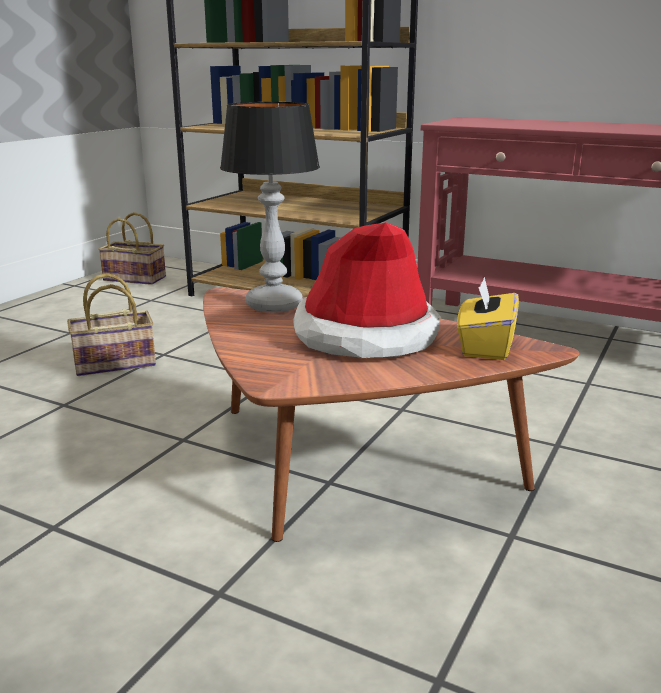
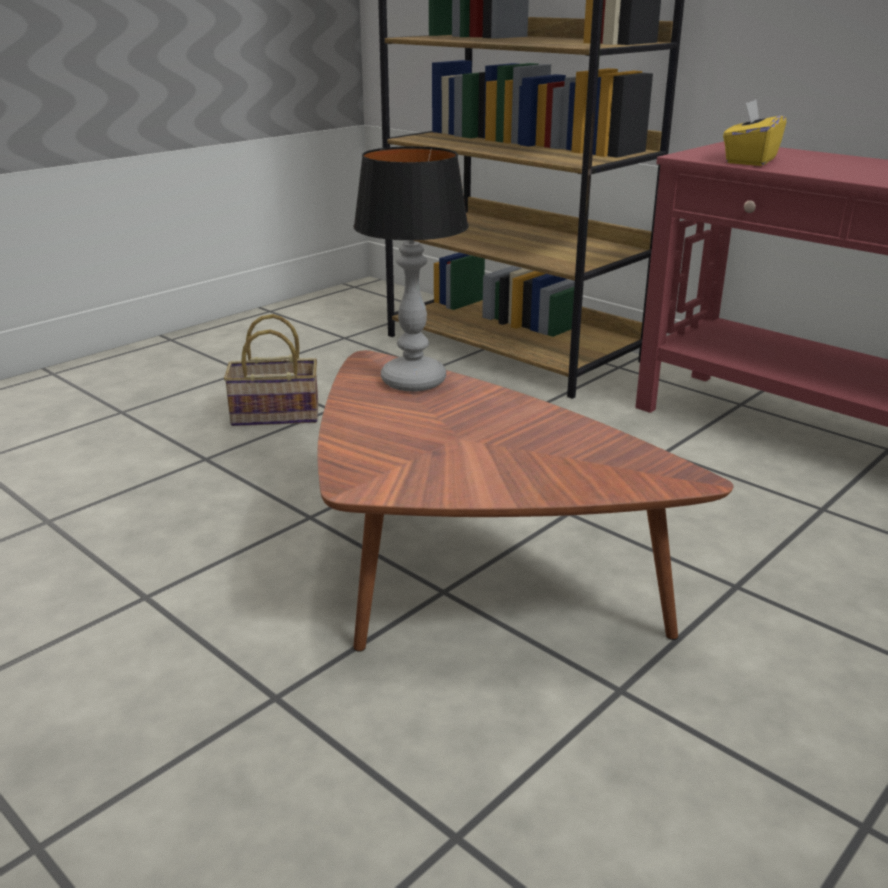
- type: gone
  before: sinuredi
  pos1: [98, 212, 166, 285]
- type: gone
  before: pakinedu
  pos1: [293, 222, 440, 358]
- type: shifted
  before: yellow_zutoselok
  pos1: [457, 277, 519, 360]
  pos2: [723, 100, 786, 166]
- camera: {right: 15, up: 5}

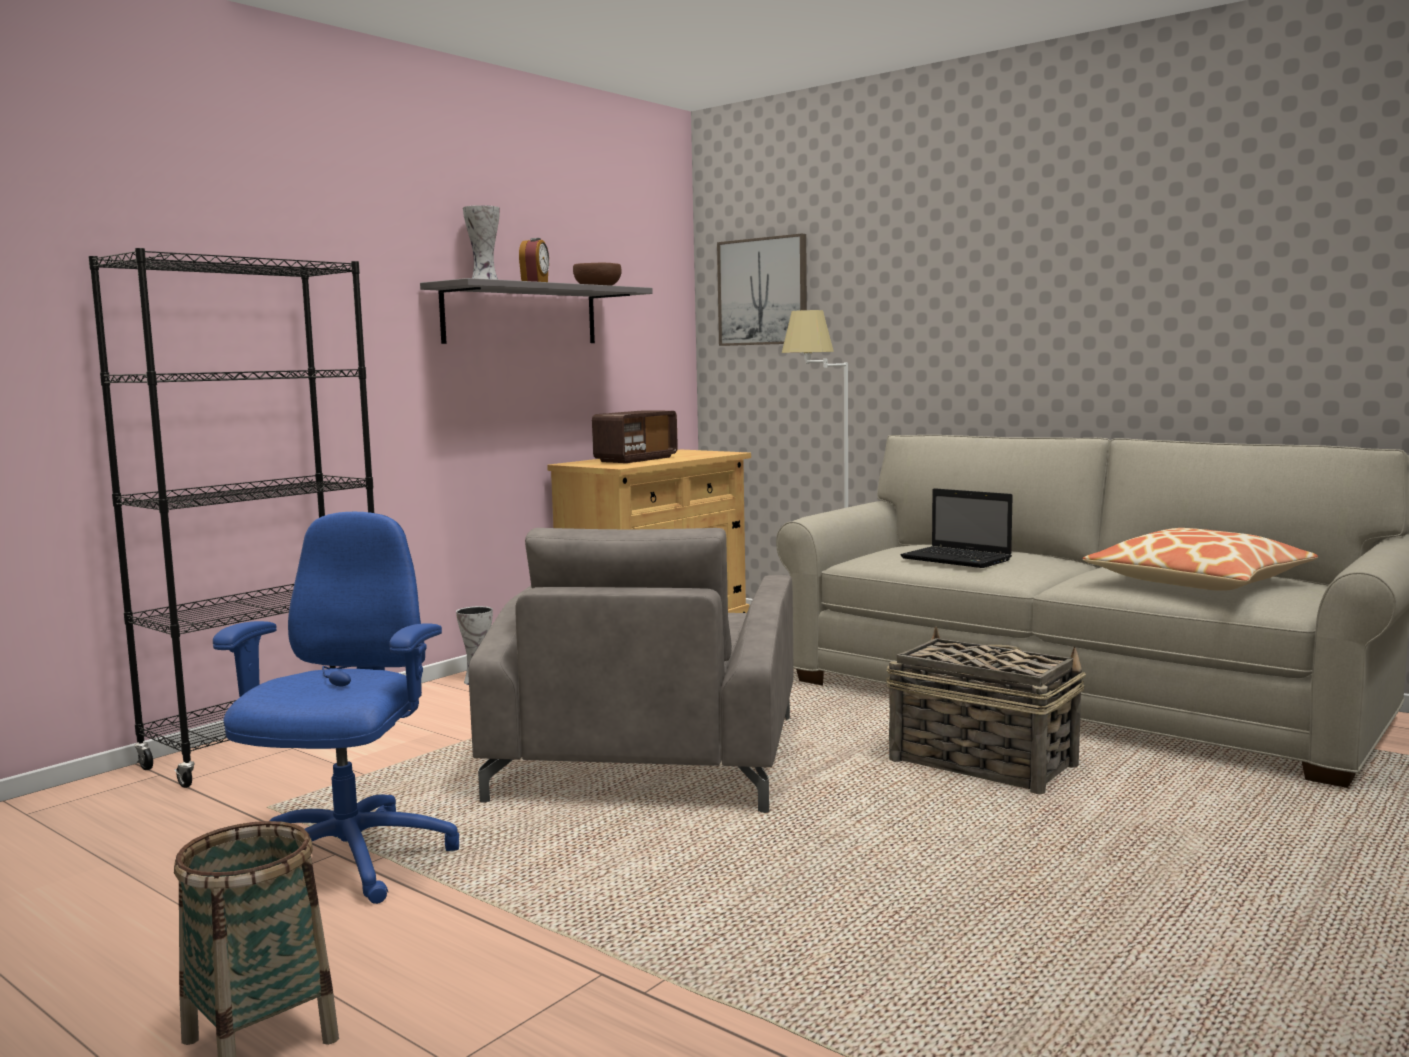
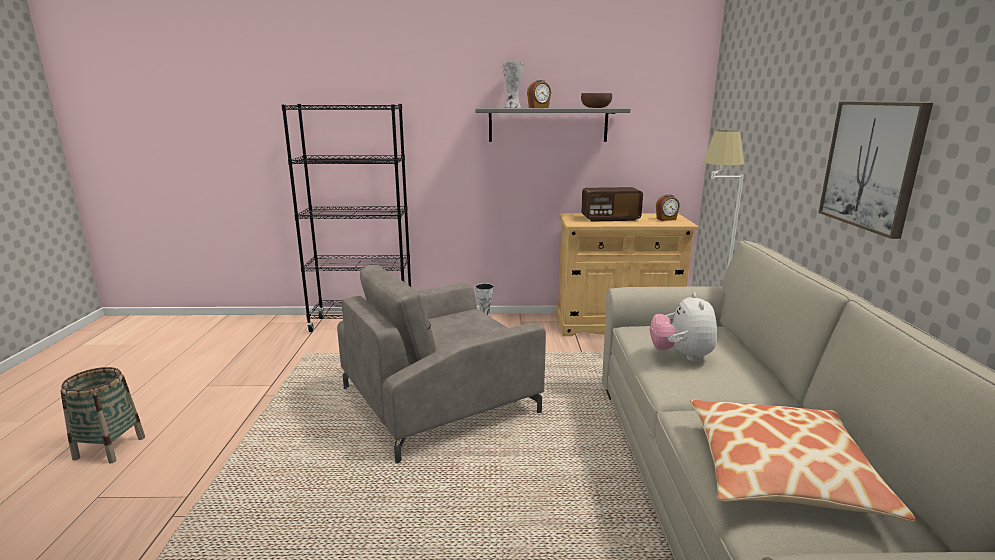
- type: gone
  before: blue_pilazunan
  pos1: [213, 512, 459, 904]
- type: gone
  before: sinuredi
  pos1: [886, 627, 1086, 794]
- type: new
  after: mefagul
  pos2: [656, 194, 680, 221]
- type: shifted
  before: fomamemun
  pos1: [717, 233, 807, 346]
  pos2: [818, 102, 933, 239]
- type: swapped
  before: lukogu
  after: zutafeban
  pos1: [900, 488, 1013, 568]
  pos2: [650, 293, 717, 362]
- camera: {right: 50, up: 10}

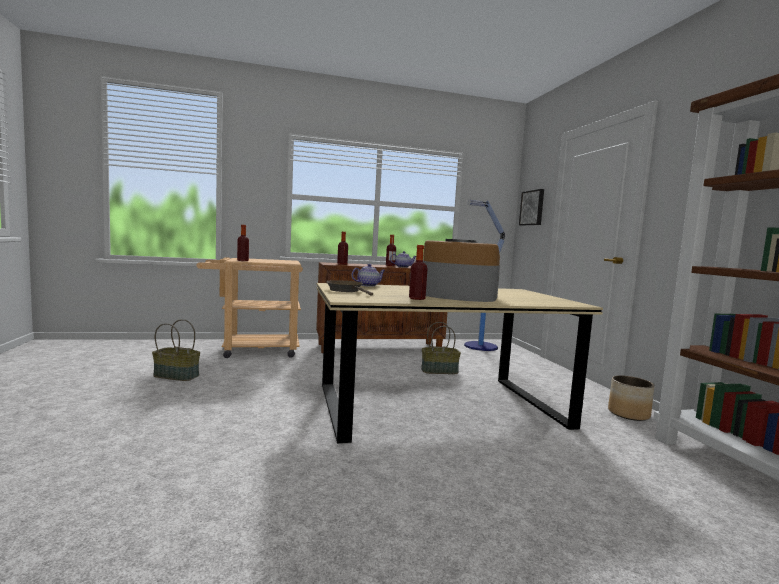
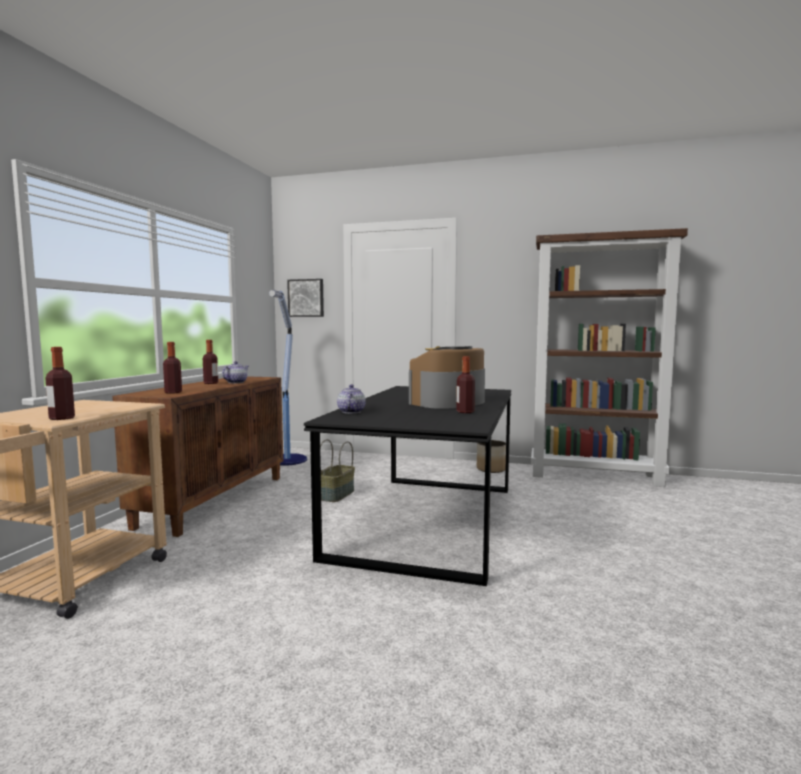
- type: gone
  before: sinuredi
  pos1: [152, 319, 200, 381]
- type: gone
  before: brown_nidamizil
  pos1: [326, 280, 373, 296]
- type: repainted
  before: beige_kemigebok
  after: black_kemigebok
  pos1: [316, 283, 603, 443]
  pos2: [304, 386, 511, 586]
- camera: {right: -60, up: 0}

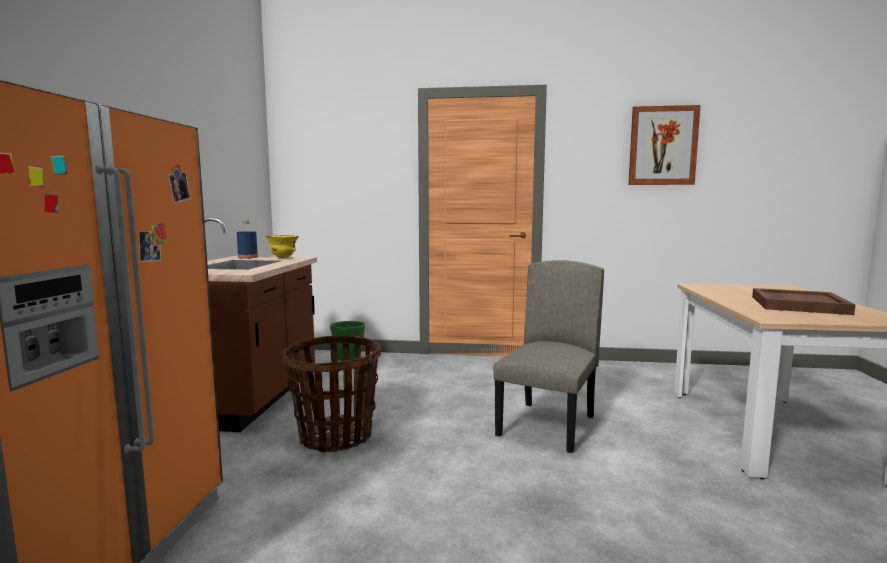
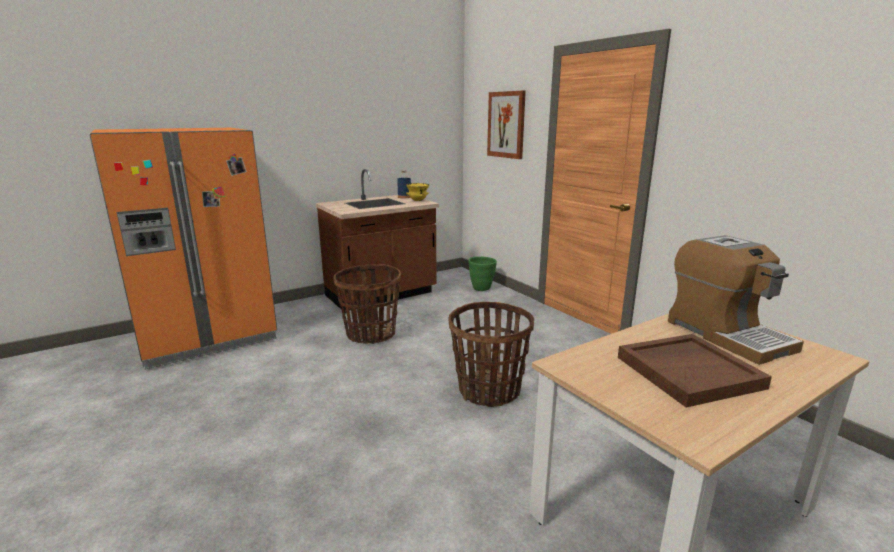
- type: new
  after: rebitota
  pos2: [668, 235, 804, 365]
- type: shifted
  before: fomamemun
  pos1: [628, 105, 701, 185]
  pos2: [487, 91, 526, 159]
- type: swapped
  before: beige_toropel
  after: sinuredi
  pos1: [493, 260, 604, 453]
  pos2: [449, 302, 534, 407]
- camera: {right: 50, up: 10}

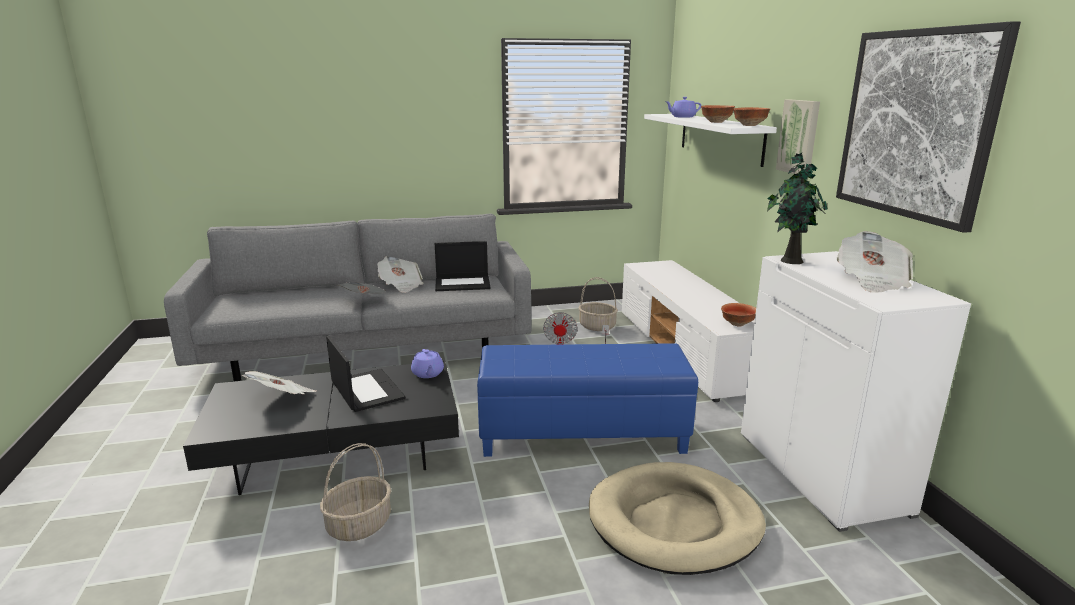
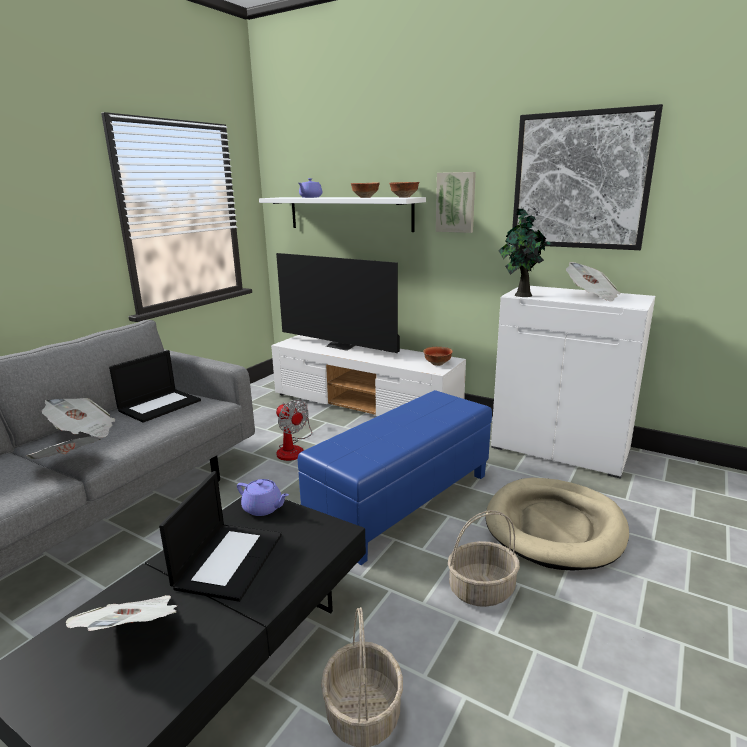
- type: new
  after: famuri
  pos2: [276, 253, 400, 353]
- type: shifted
  before: sinuredi
  pos1: [578, 277, 618, 331]
  pos2: [448, 510, 520, 607]
- type: rotated
  before: lukogu
  pos1: [326, 335, 406, 412]
  pos2: [159, 471, 282, 602]
  turn: 90
- camera: {right: -45, up: 0}

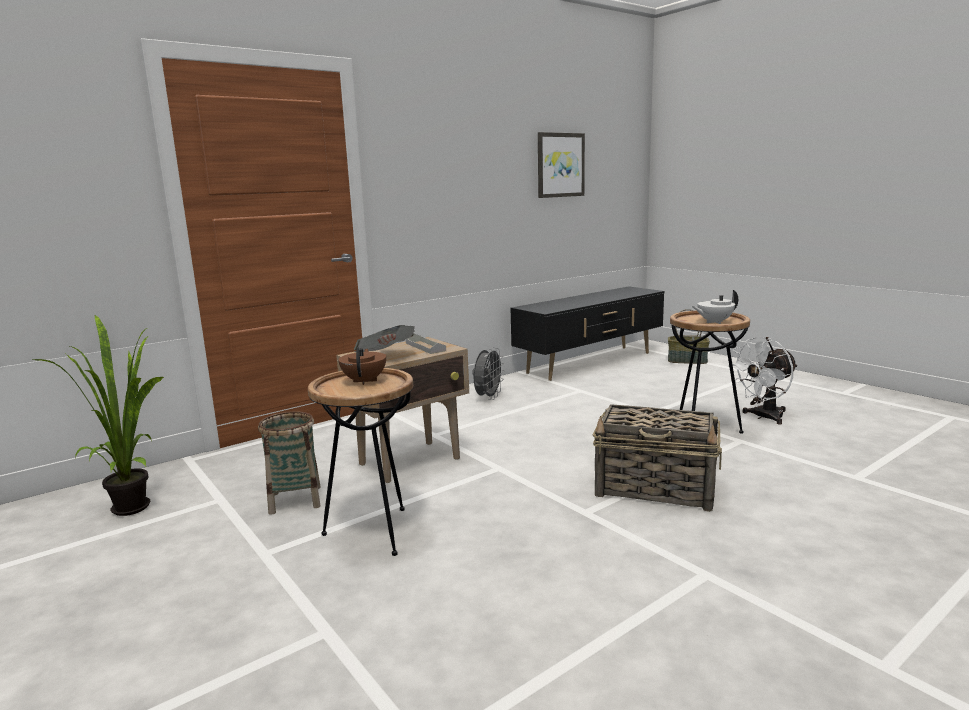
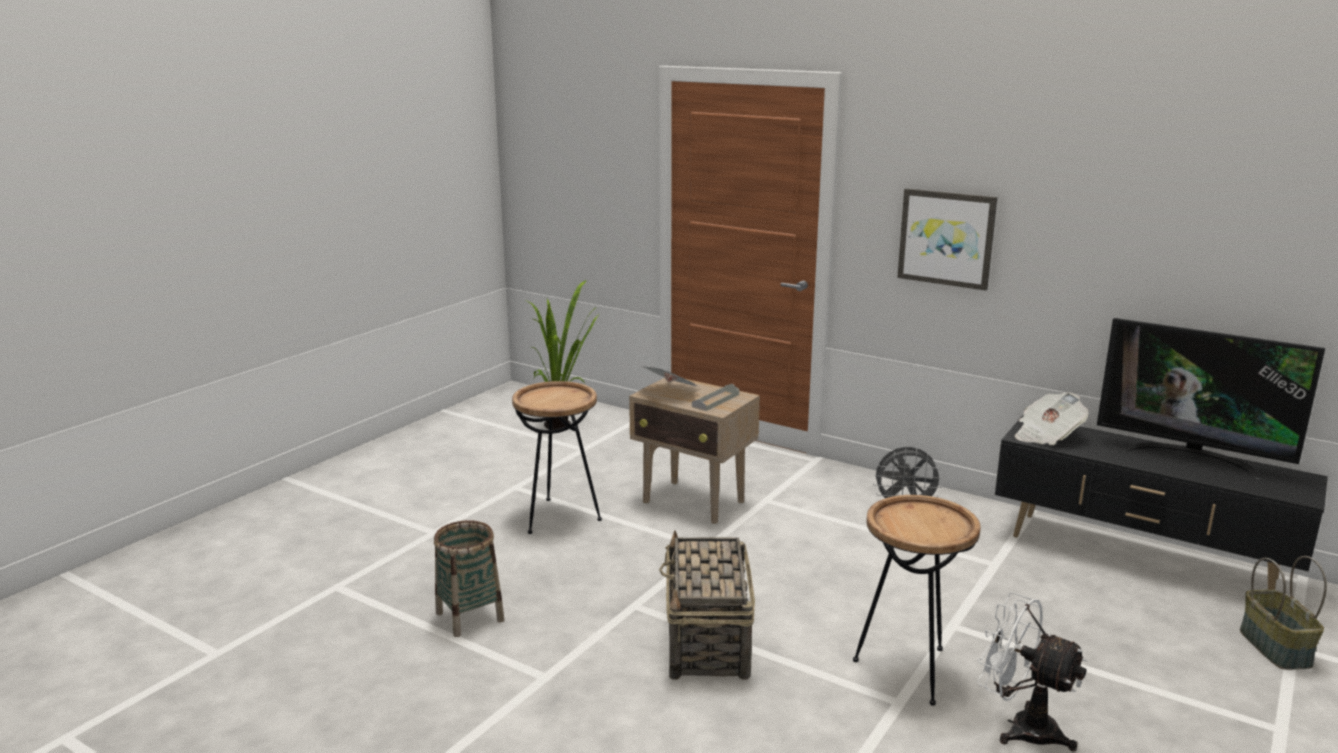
- type: gone
  before: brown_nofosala
  pos1: [338, 347, 386, 385]
- type: gone
  before: white_nofosala
  pos1: [692, 290, 738, 324]
- type: new
  after: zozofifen
  pos2: [1015, 392, 1089, 445]
- type: new
  after: famuri
  pos2: [1097, 318, 1325, 479]
- type: shifted
  before: sinuredi
  pos1: [258, 411, 321, 515]
  pos2: [434, 520, 504, 637]
- type: shifted
  before: fomamemun
  pos1: [538, 132, 585, 198]
  pos2: [897, 188, 997, 290]
- camera: {right: 70, up: 5}

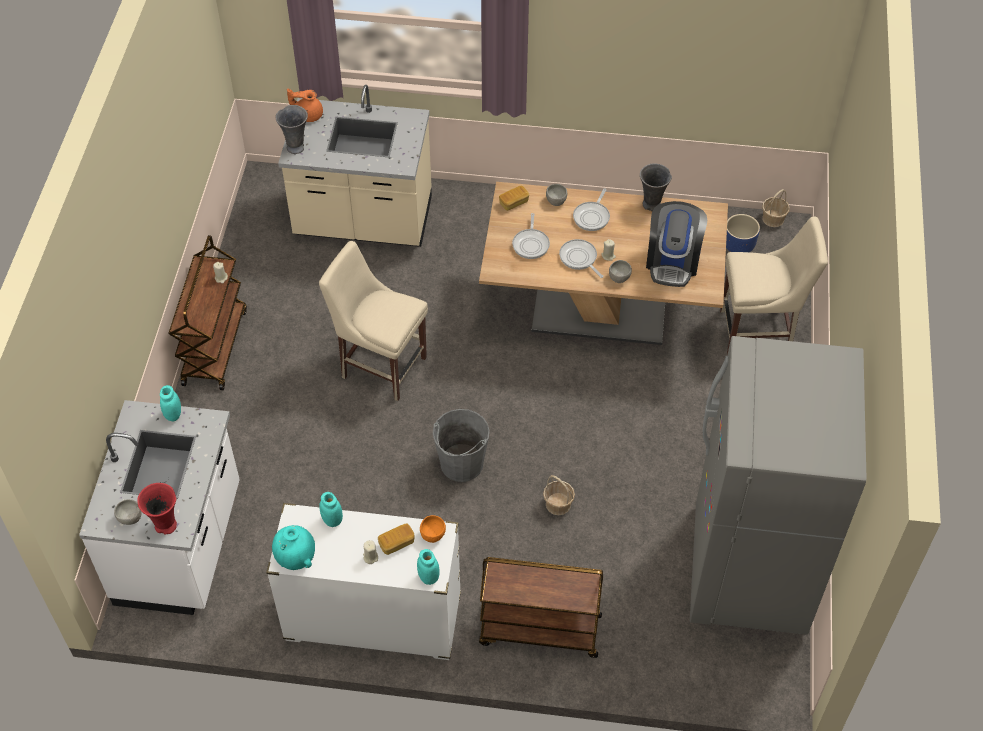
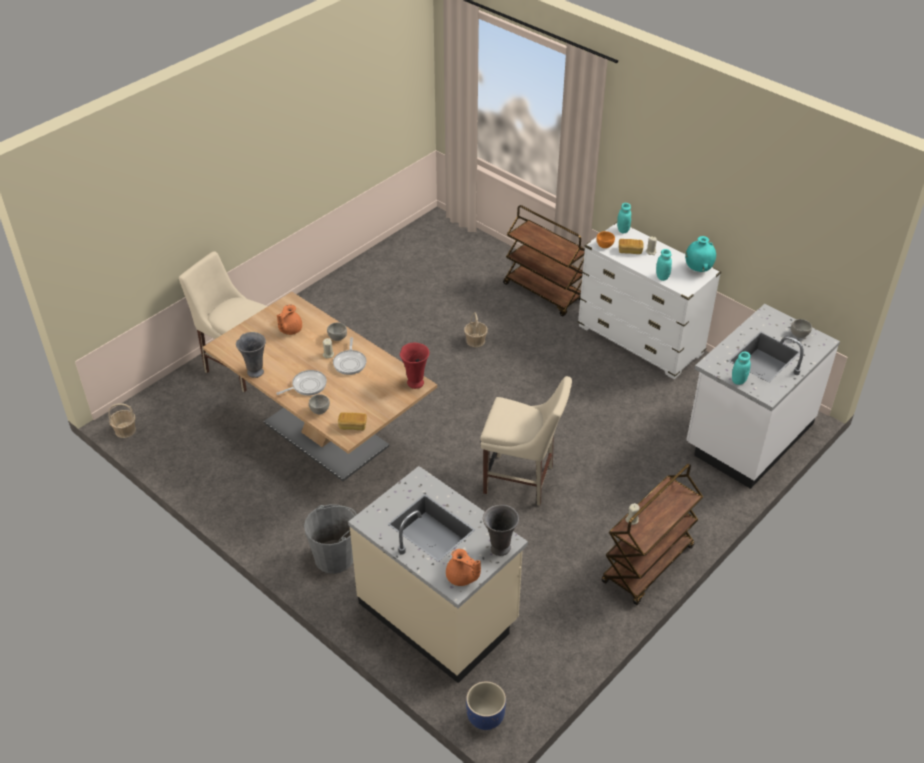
- type: gone
  before: nidamizil
  pos1: [512, 213, 550, 259]
- type: gone
  before: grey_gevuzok
  pos1: [690, 336, 866, 635]
- type: shifted
  before: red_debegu
  pos1: [137, 483, 177, 535]
  pos2: [400, 343, 429, 389]
- type: shifted
  before: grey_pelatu
  pos1: [433, 409, 490, 482]
  pos2: [304, 504, 357, 574]
- type: shifted
  before: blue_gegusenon
  pos1: [726, 214, 760, 252]
  pos2: [466, 682, 506, 730]
- type: swapped
  before: rebitota
  after: orange_nofosala
  pos1: [646, 201, 707, 287]
  pos2: [277, 304, 302, 335]
- type: rotated
  before: beige_toropel
  pos1: [319, 241, 428, 401]
  pos2: [480, 376, 572, 506]
  turn: -45
- camera: {right: -145, up: -10}

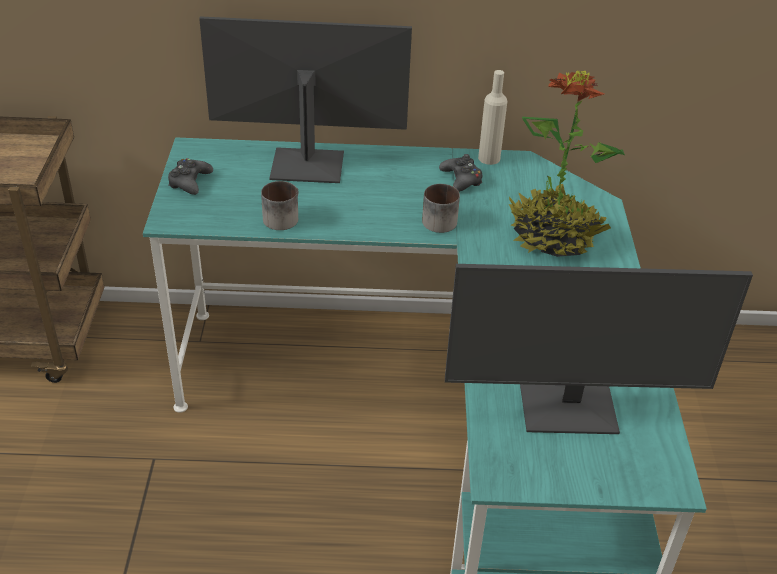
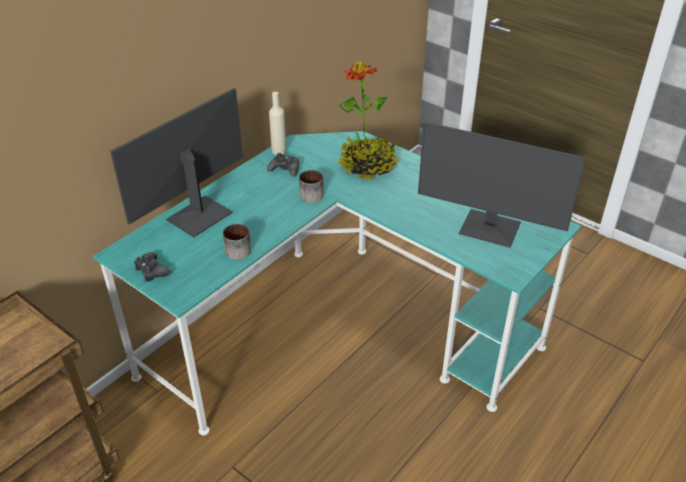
- type: rotated
  before: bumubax
  pos1: [445, 264, 753, 434]
  pos2: [418, 122, 587, 248]
  turn: 75
- camera: {right: -50, up: 0}

